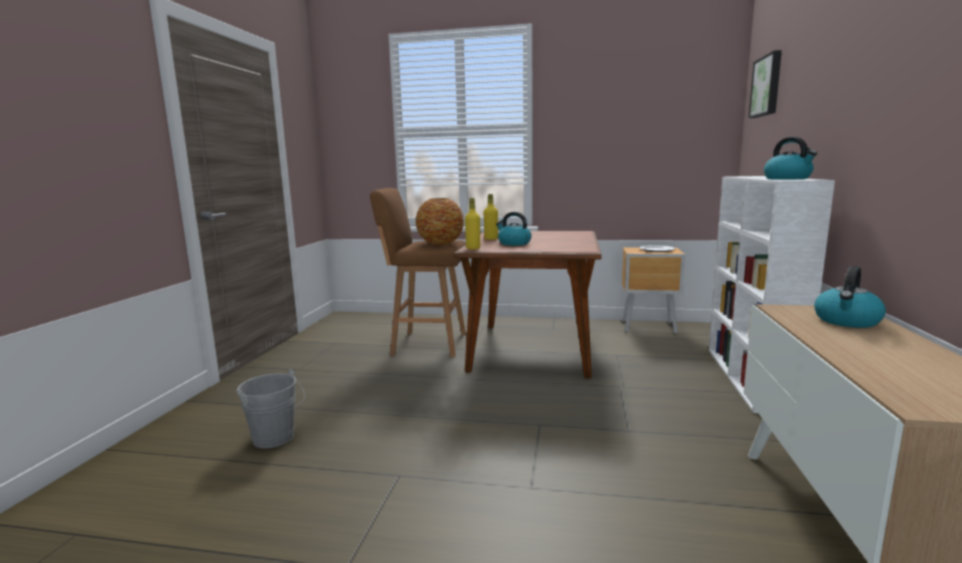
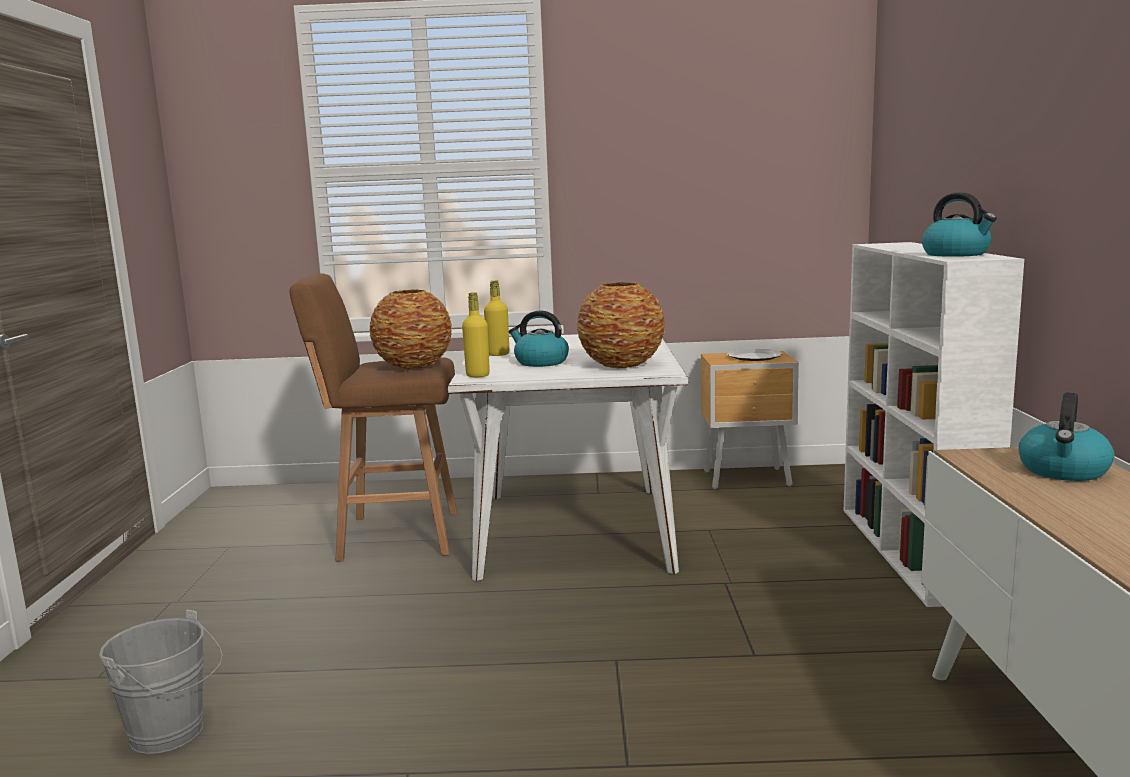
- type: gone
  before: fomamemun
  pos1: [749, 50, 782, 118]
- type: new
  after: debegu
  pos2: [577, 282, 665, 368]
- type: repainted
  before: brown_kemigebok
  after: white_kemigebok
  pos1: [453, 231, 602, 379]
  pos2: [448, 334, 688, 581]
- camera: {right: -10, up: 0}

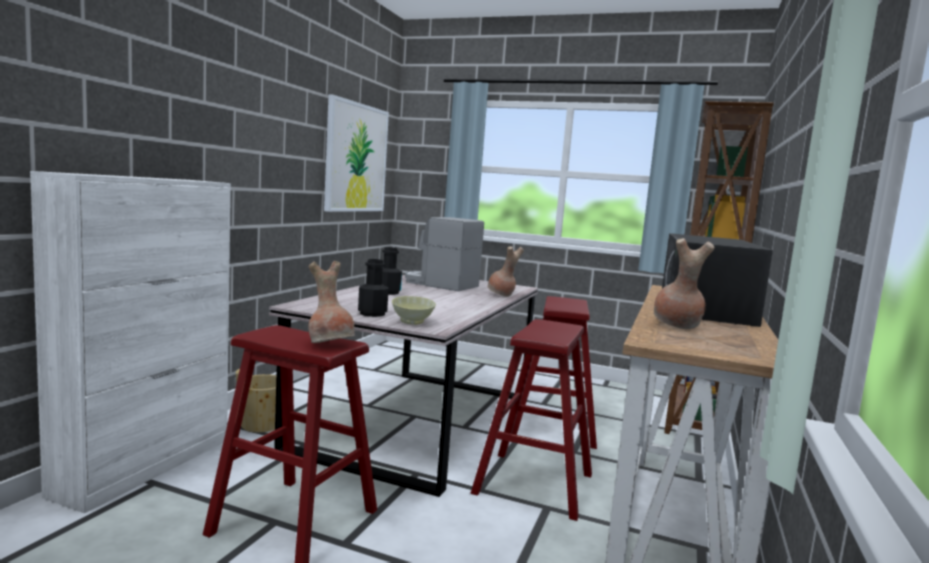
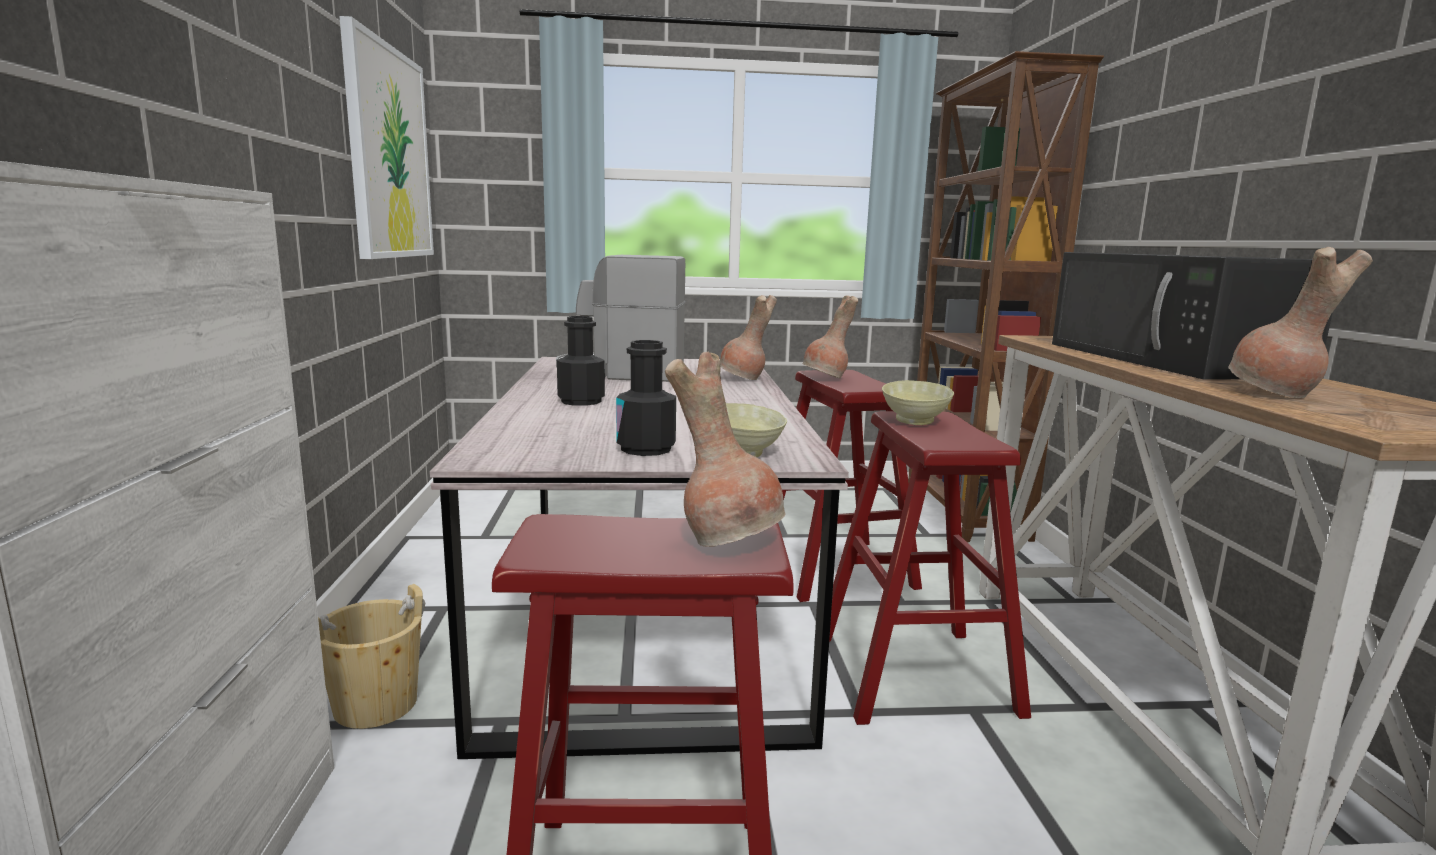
- type: new
  after: brown_debegu
  pos2: [802, 295, 858, 378]
- type: new
  after: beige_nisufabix
  pos2: [882, 380, 954, 425]
- camera: {right: -25, up: 5}

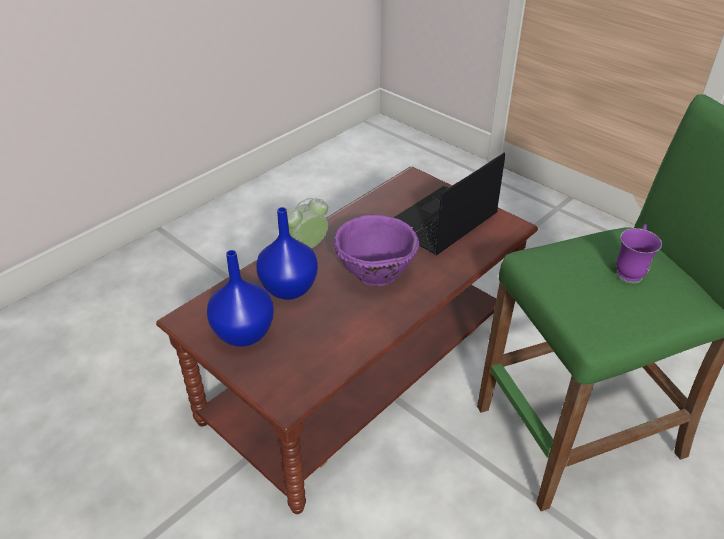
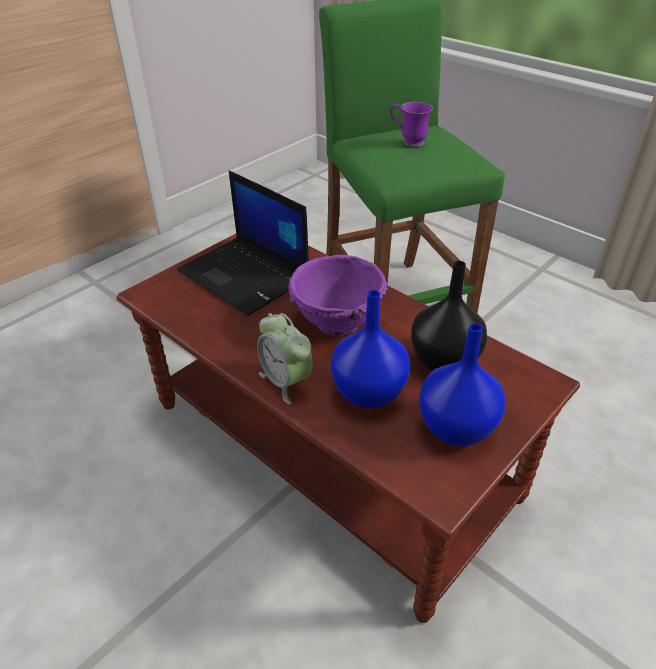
- type: new
  after: black_debegu
  pos2: [411, 261, 487, 371]
- camera: {right: -90, up: 0}

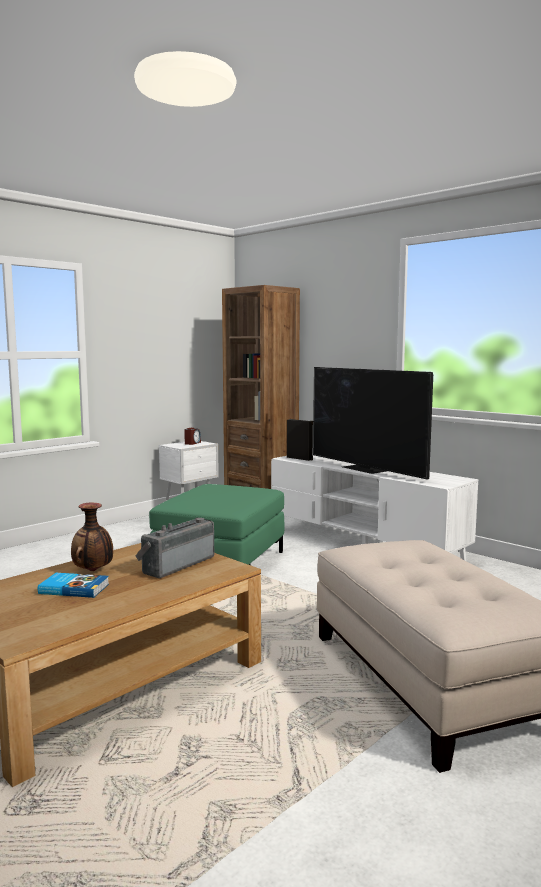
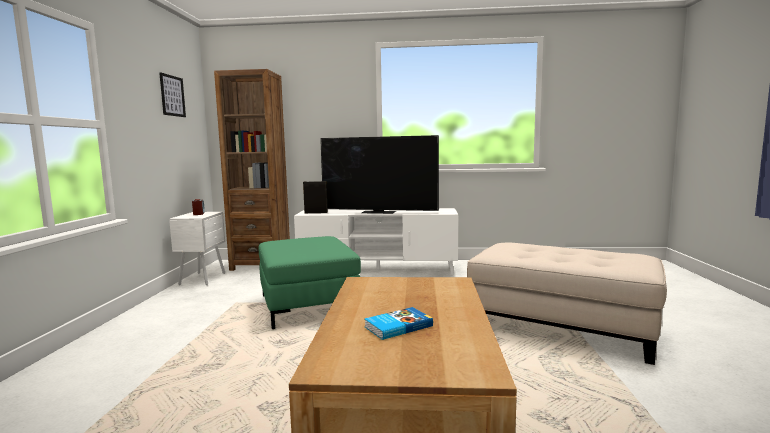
- type: gone
  before: debegu
  pos1: [71, 503, 113, 571]
- type: gone
  before: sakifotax
  pos1: [135, 518, 214, 578]
- type: new
  after: fomamemun
  pos2: [159, 72, 186, 117]
- camera: {right: -40, up: 0}

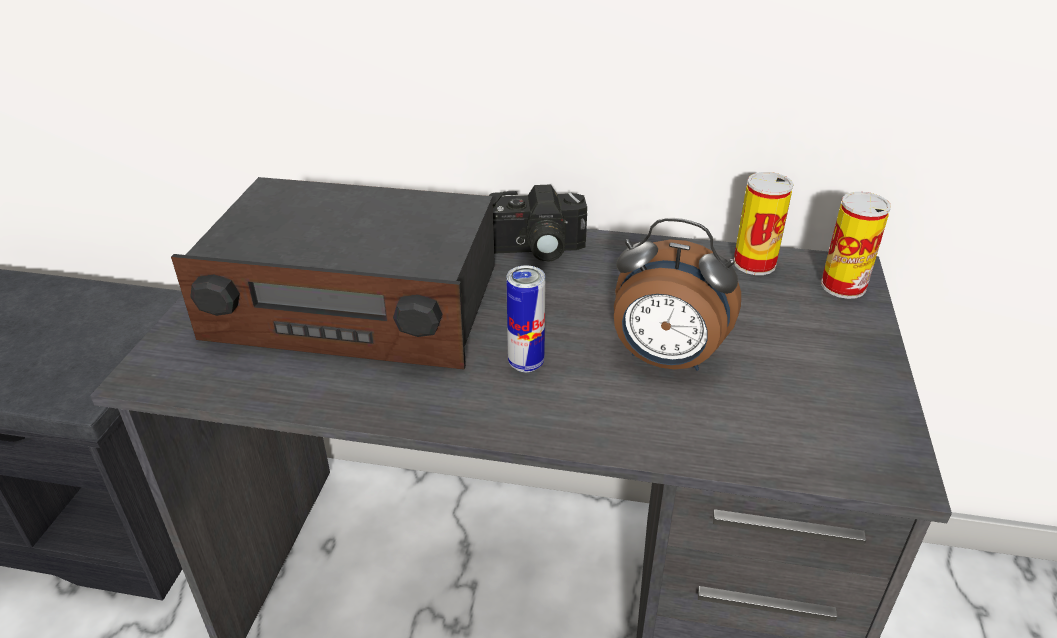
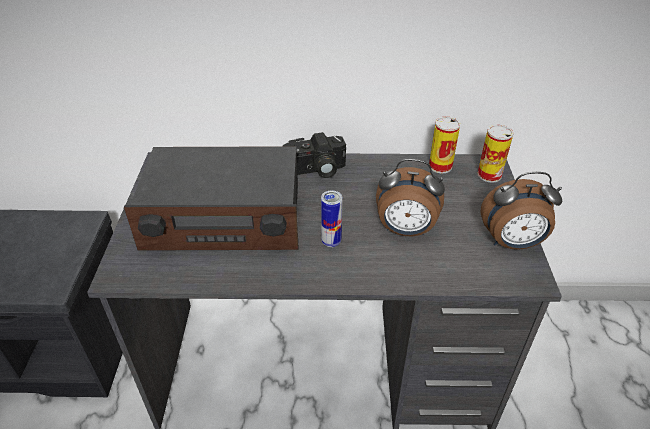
- type: new
  after: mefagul
  pos2: [480, 172, 562, 250]
- camera: {right: -10, up: 5}

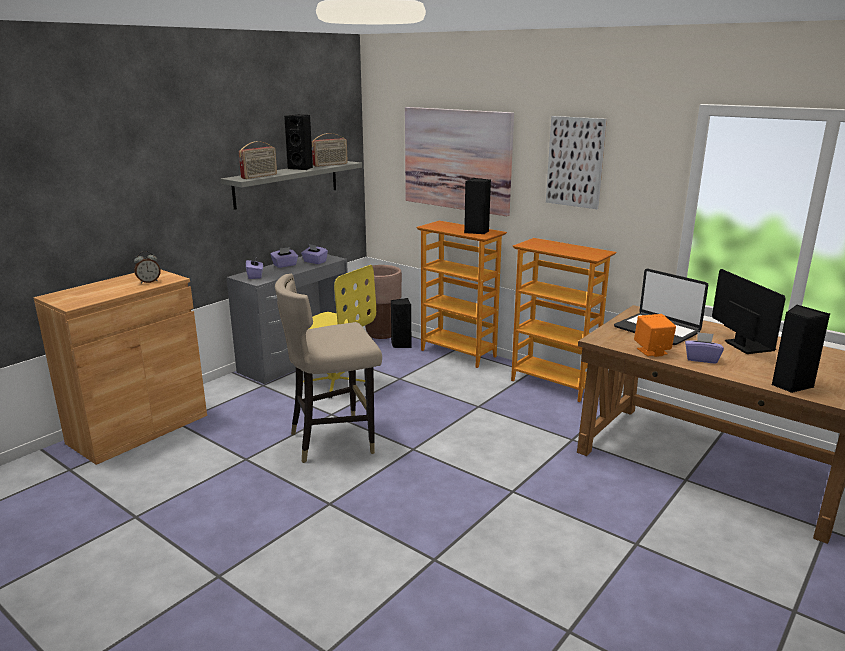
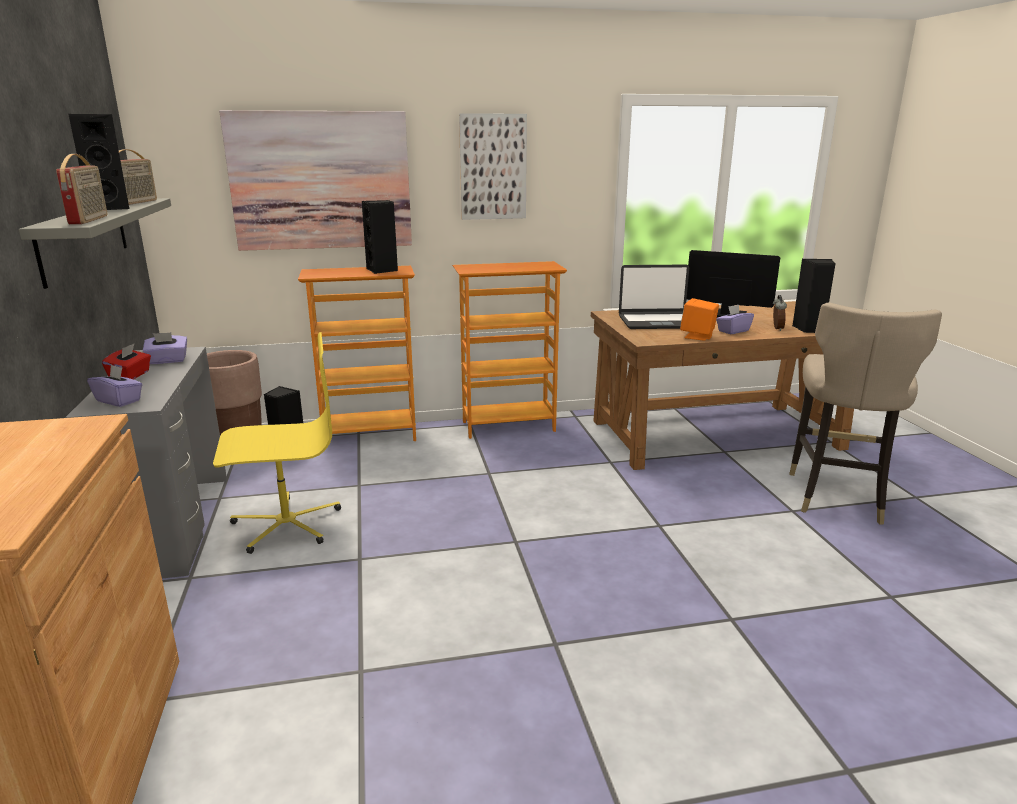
- type: shifted
  before: mefagul
  pos1: [134, 251, 160, 284]
  pos2: [773, 295, 787, 331]
- type: shifted
  before: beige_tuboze
  pos1: [275, 274, 382, 463]
  pos2: [789, 302, 942, 525]
- type: repainted
  before: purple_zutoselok
  after: red_zutoselok
  pos1: [270, 247, 298, 268]
  pos2: [102, 344, 151, 380]
- camera: {right: -50, up: 0}

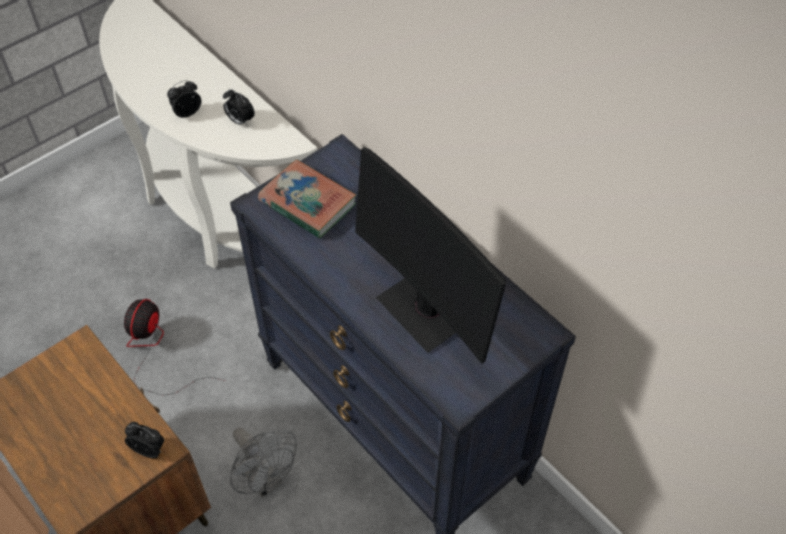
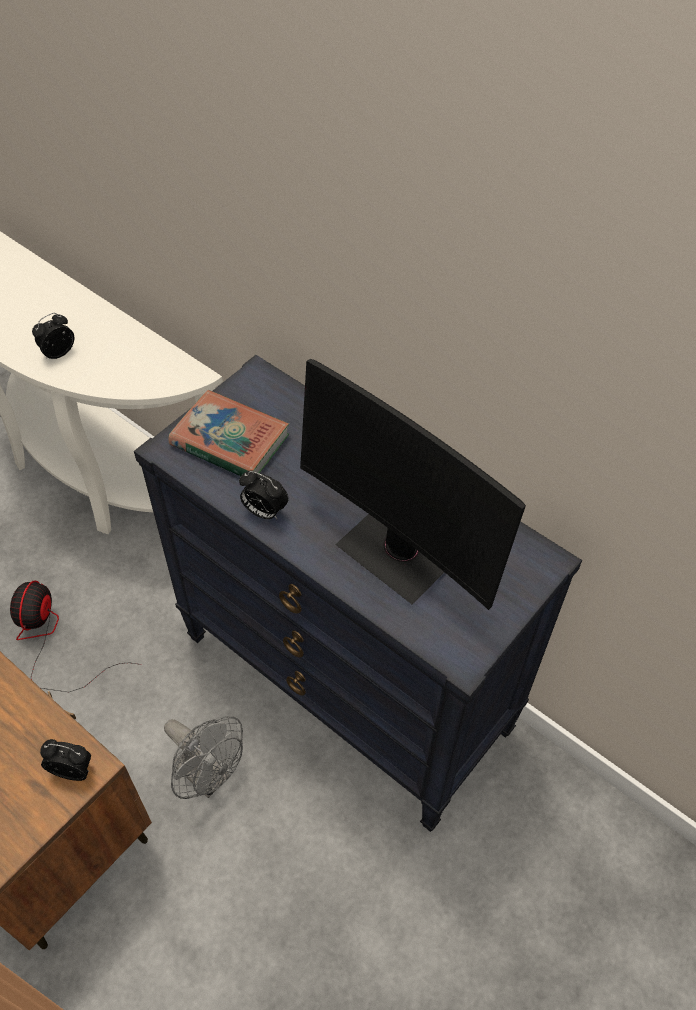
- type: shifted
  before: mefagul
  pos1: [223, 89, 255, 127]
  pos2: [239, 471, 288, 520]
- camera: {right: -10, up: 0}

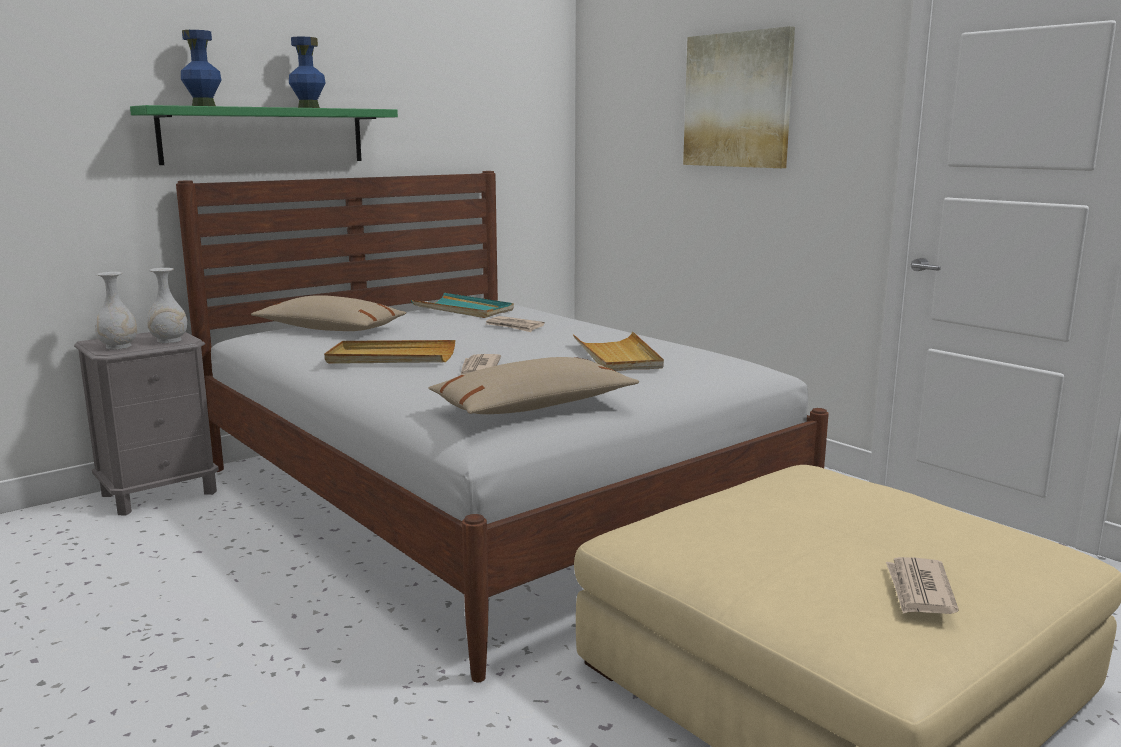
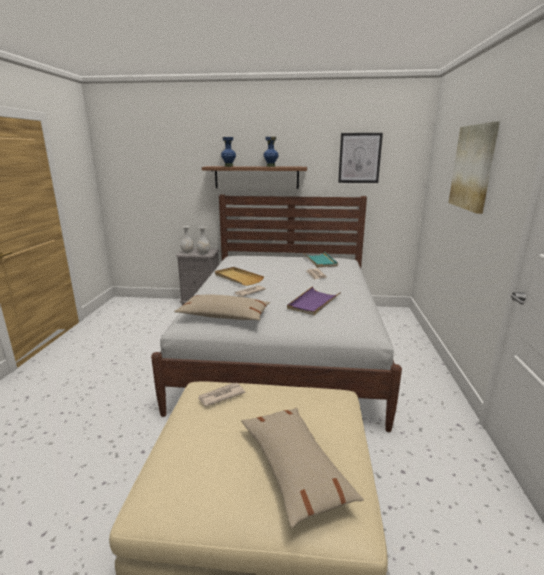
- type: new
  after: fomamemun
  pos2: [338, 133, 383, 183]
- type: shifted
  before: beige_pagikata
  pos1: [251, 295, 407, 331]
  pos2: [241, 408, 364, 528]
- type: shifted
  before: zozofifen
  pos1: [886, 557, 959, 614]
  pos2: [198, 383, 245, 406]
- type: repainted
  before: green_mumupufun
  after: brown_mumupufun
  pos1: [130, 105, 398, 165]
  pos2: [202, 166, 307, 189]
- type: repainted
  before: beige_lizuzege
  after: purple_lizuzege
  pos1: [573, 332, 664, 371]
  pos2: [287, 286, 341, 315]
- camera: {right: 45, up: 5}

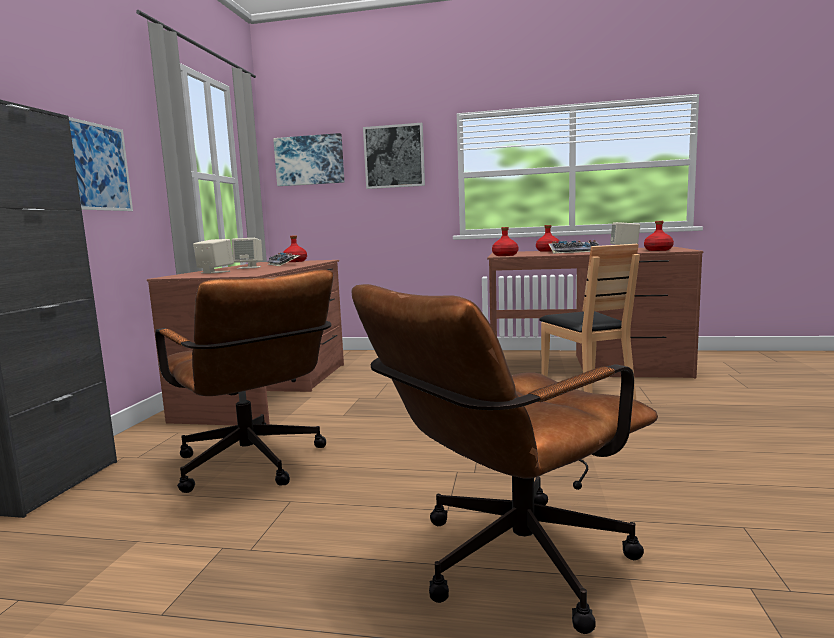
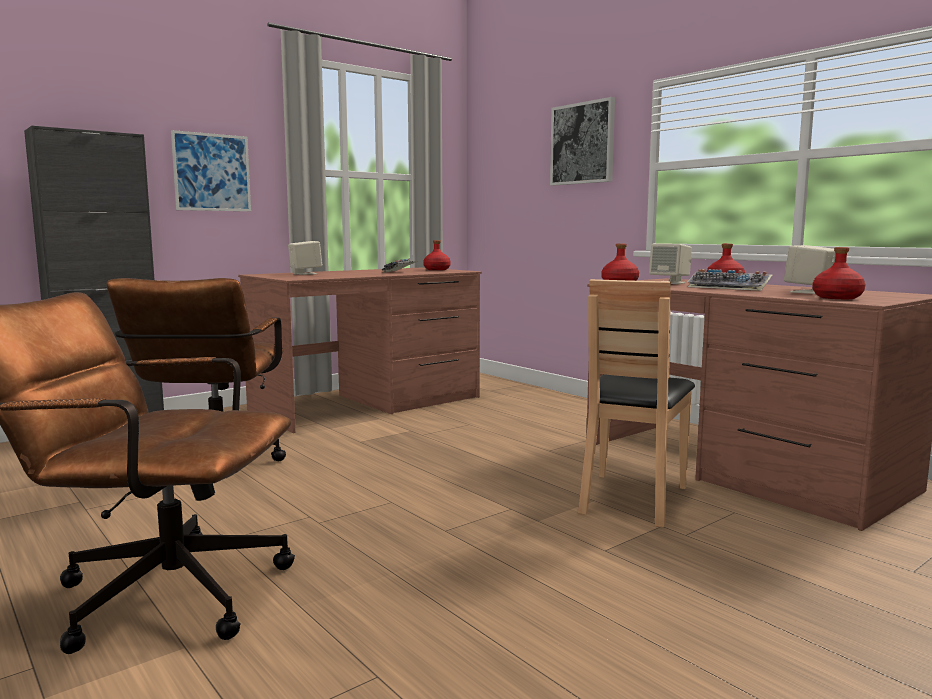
- type: gone
  before: fomamemun
  pos1: [273, 133, 344, 186]
- type: shifted
  before: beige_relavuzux
  pos1: [232, 238, 263, 269]
  pos2: [649, 243, 692, 284]
- camera: {right: 40, up: 0}

